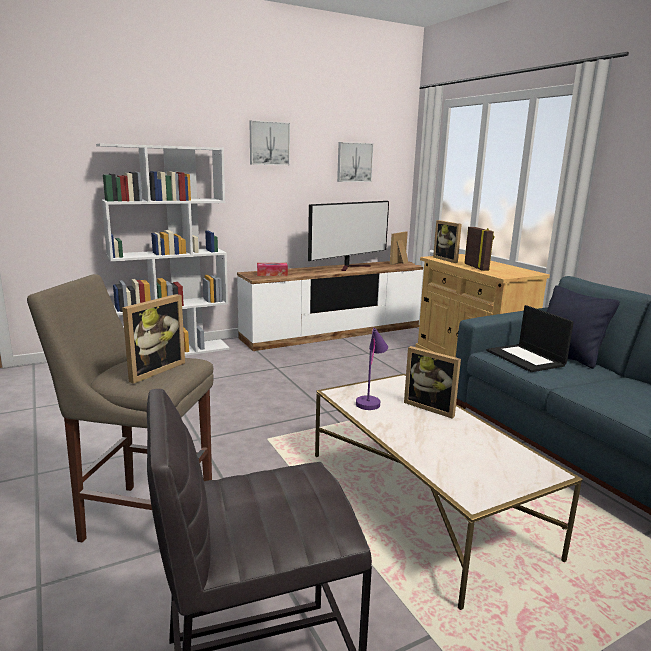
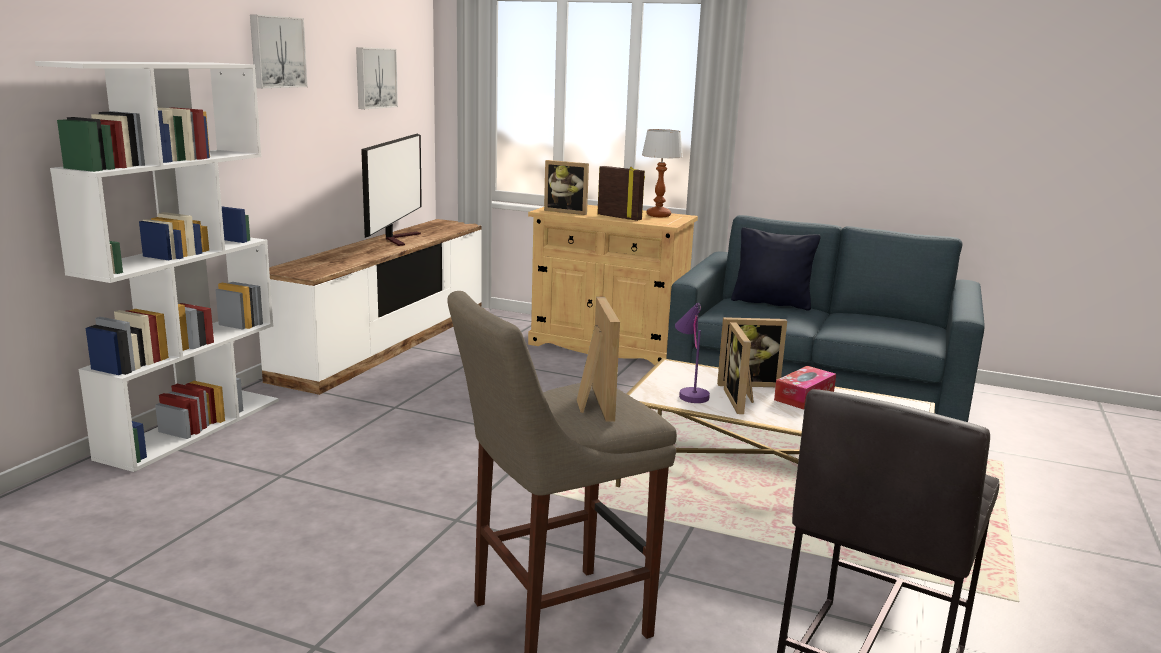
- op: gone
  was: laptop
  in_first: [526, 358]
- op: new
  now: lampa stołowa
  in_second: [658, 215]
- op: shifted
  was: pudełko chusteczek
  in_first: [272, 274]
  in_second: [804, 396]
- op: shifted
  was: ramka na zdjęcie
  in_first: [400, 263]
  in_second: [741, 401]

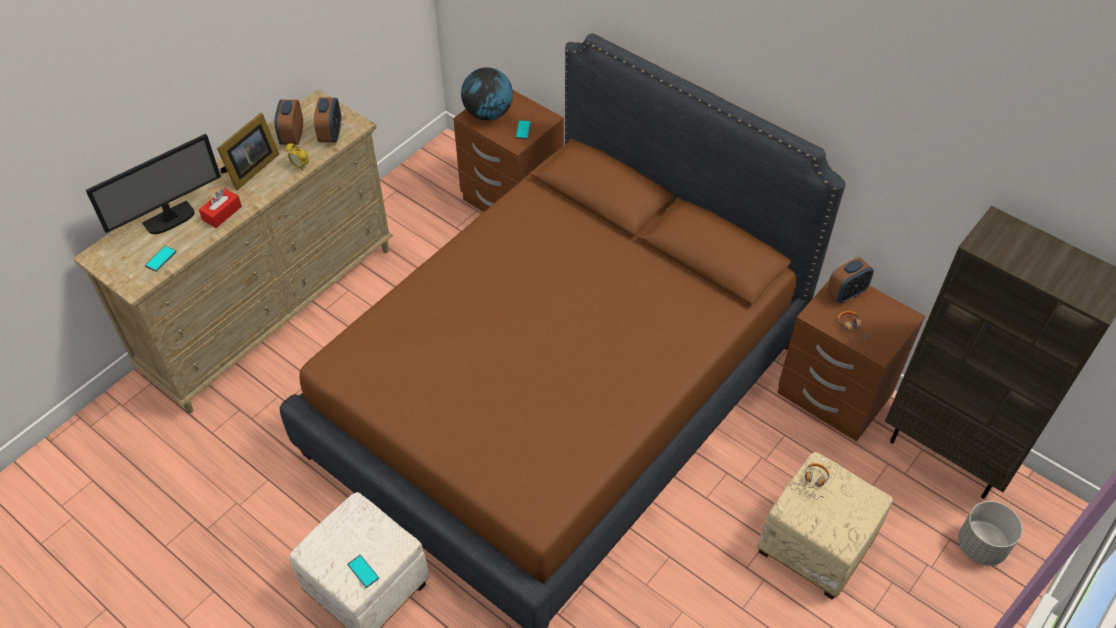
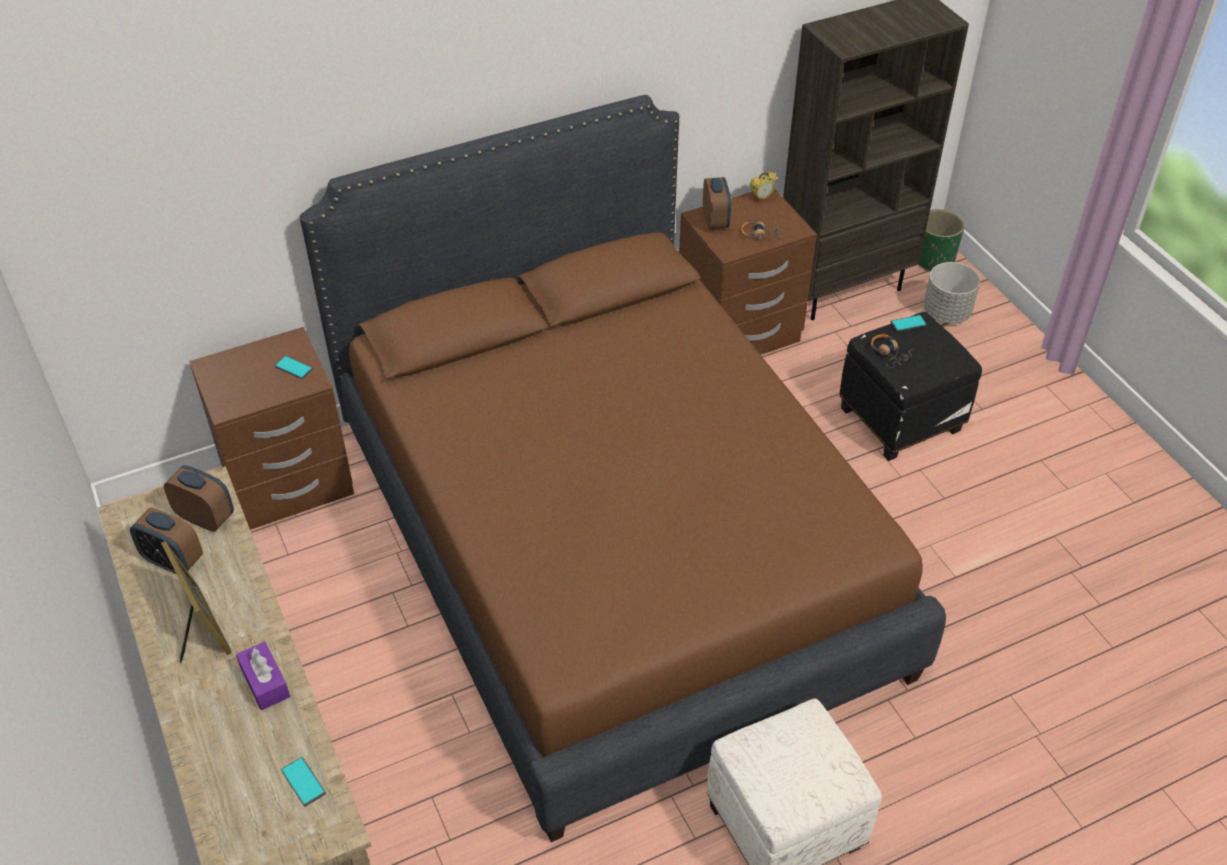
- op: gone
  was: monitor
  in_first: [170, 219]
- op: gone
  was: globus
  in_first: [488, 114]
- op: new
  now: donica (zielony)
  in_second: [933, 259]
- op: shifted
  was: budzik
  in_first: [300, 166]
  in_second: [761, 198]
- op: shifted
  was: telefon
  in_first: [363, 571]
  in_second: [908, 324]
- op: repainted
  was: pudełko chusteczek (czerwony)
  now: pudełko chusteczek (fioletowy)
  in_first: [222, 213]
  in_second: [265, 682]
- op: repainted
  was: pufa (beżowy)
  now: pufa (czarny)
  in_first: [816, 547]
  in_second: [901, 418]

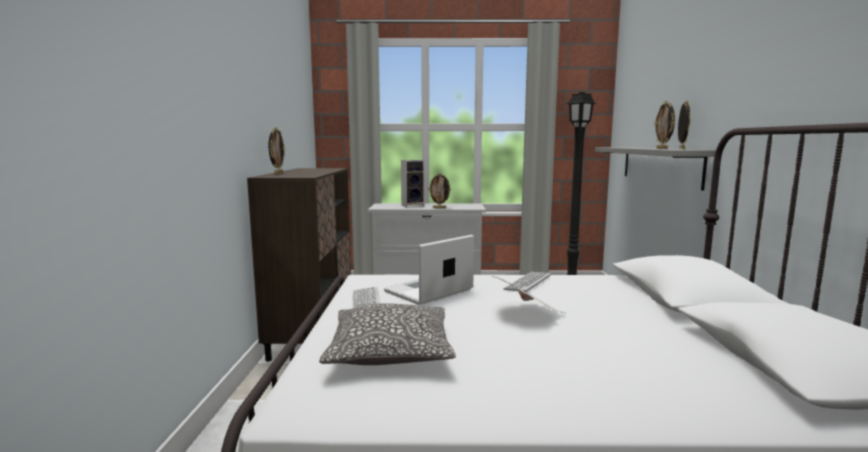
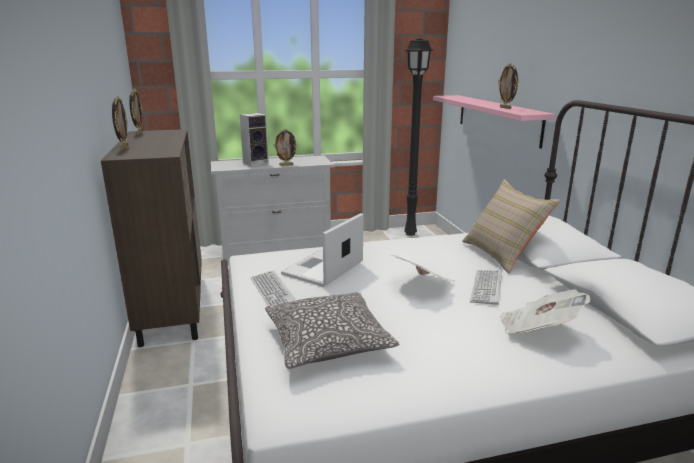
- op: new
  now: poduszka (beżowy)
  in_second: [502, 254]
- op: new
  now: gazeta
  in_second: [537, 330]
- op: shifted
  was: klawiatura
  in_first: [527, 283]
  in_second: [486, 287]
- op: shifted
  was: ramka na zdjęcie
  in_first: [681, 149]
  in_second: [139, 133]
- op: repainted
  was: półka (szary)
  now: półka (różowy)
  in_first: [659, 165]
  in_second: [497, 118]

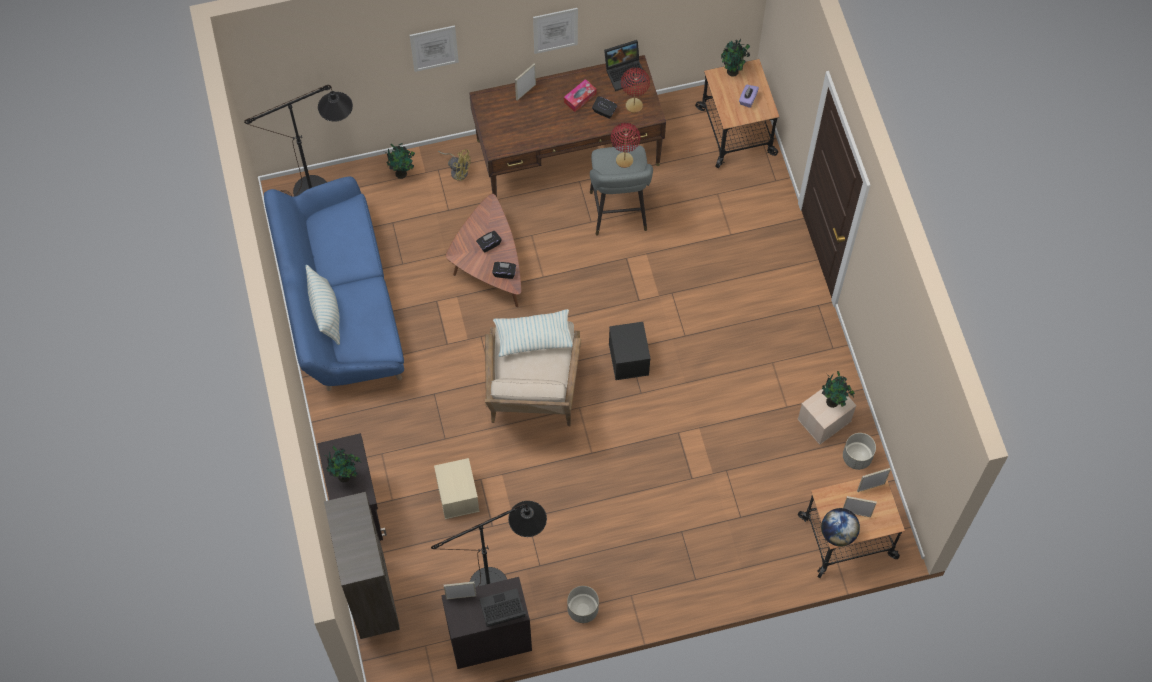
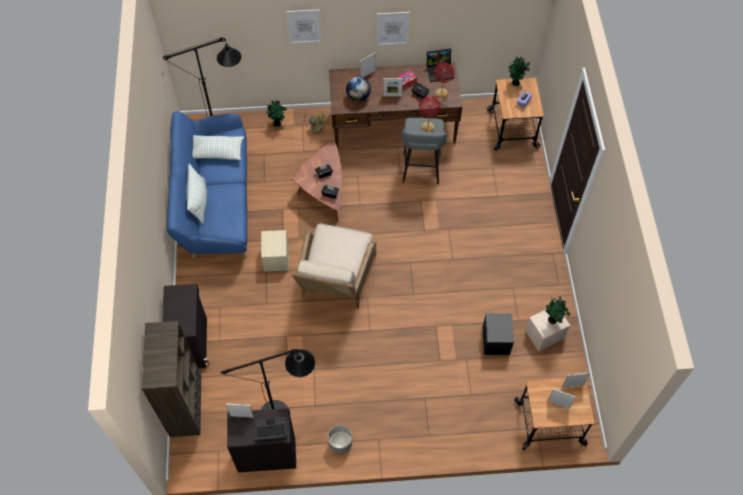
- op: gone
  was: roślina doniczkowa
  in_first: [345, 476]
- op: gone
  was: donica (szary)
  in_first: [856, 457]
- op: new
  now: ramka na zdjęcie
  in_second: [392, 96]
- op: shifted
  was: pojemnik do przechowywania (beżowy)
  in_first: [457, 495]
  in_second: [276, 257]
- op: shifted
  was: poduszka
  in_first: [533, 337]
  in_second: [217, 152]
- op: shifted
  was: pojemnik do przechowywania (czarny)
  in_first: [629, 359]
  in_second: [496, 341]
- op: shifted
  was: globus
  in_first: [838, 533]
  in_second: [358, 97]

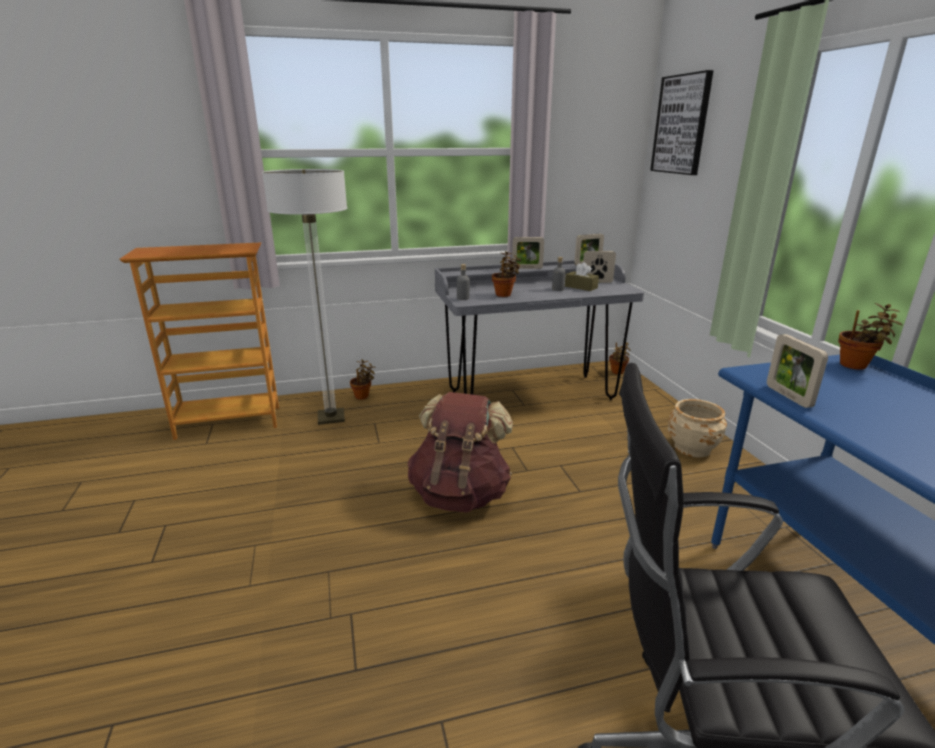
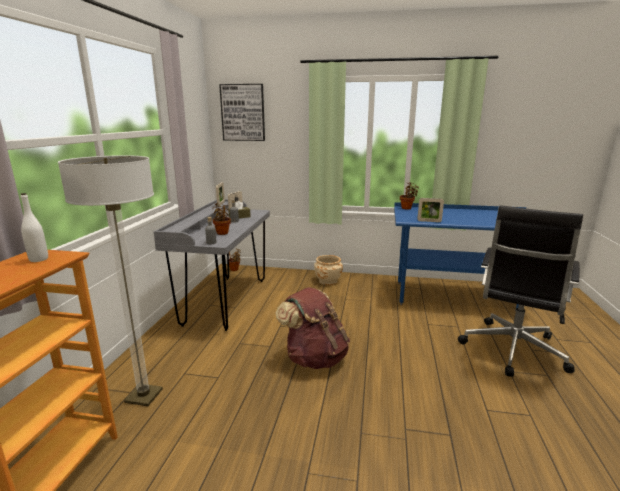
- op: gone
  was: roślina doniczkowa
  in_first: [363, 396]
- op: gone
  was: ramka na zdjęcie
  in_first: [527, 268]
- op: new
  now: butelka (biały)
  in_second: [39, 259]

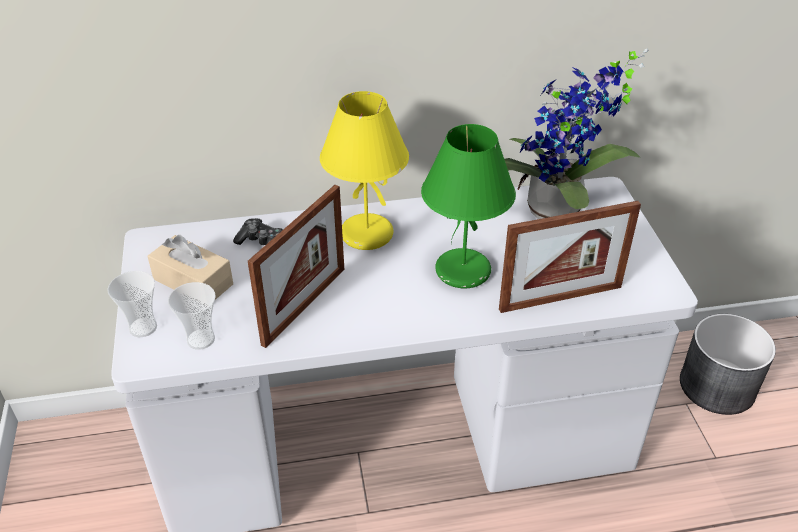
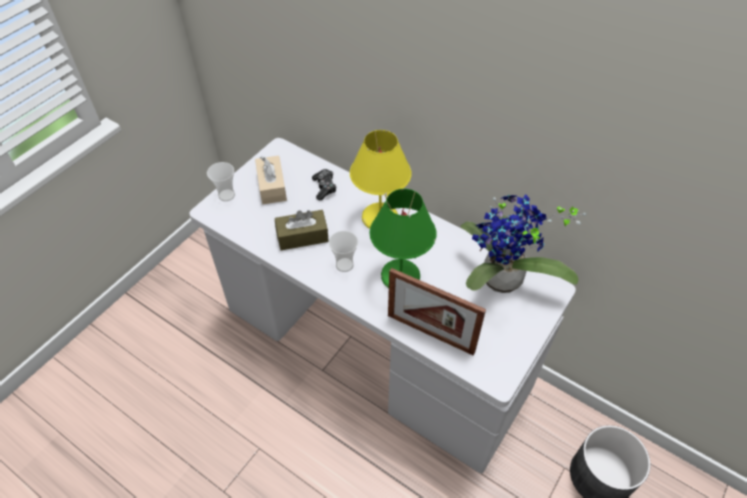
- op: shifted
  was: filiżanka
  in_first: [201, 339]
  in_second: [344, 265]
- op: swapped
  was: ramka na zdjęcie
  now: pudełko chusteczek (brązowy)
  in_first: [304, 305]
  in_second: [302, 236]

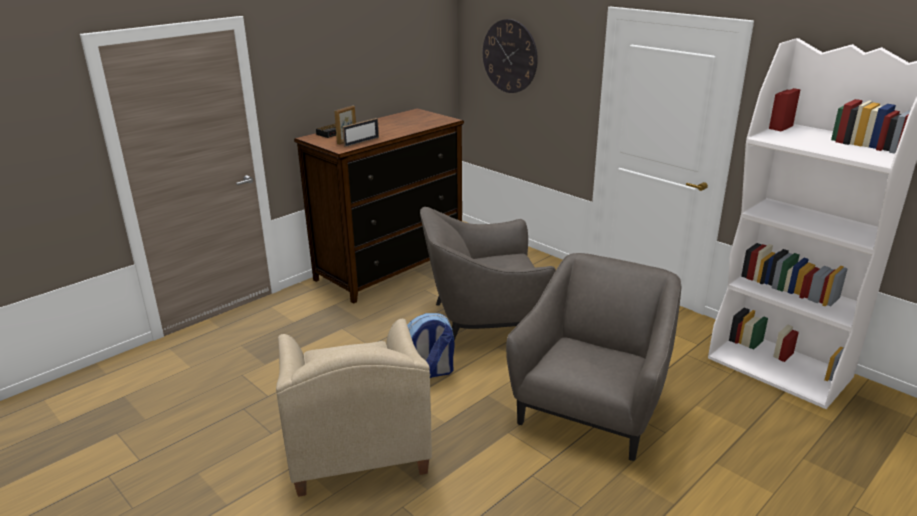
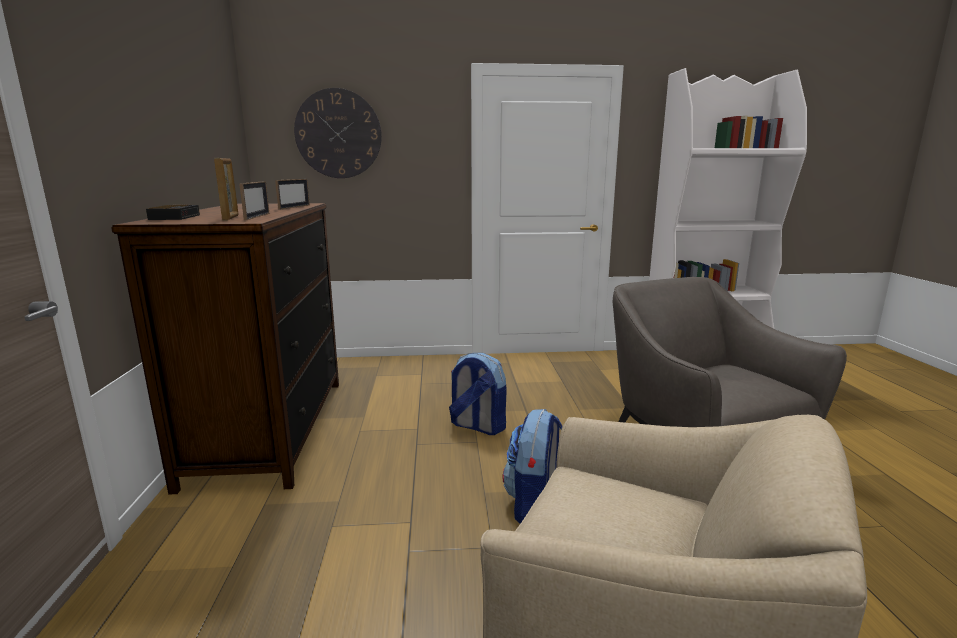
- op: new
  now: ramka na zdjęcie
  in_second: [294, 207]
- op: swapped
  was: fotel (szary)
  now: plecak
  in_first: [484, 320]
  in_second: [477, 426]

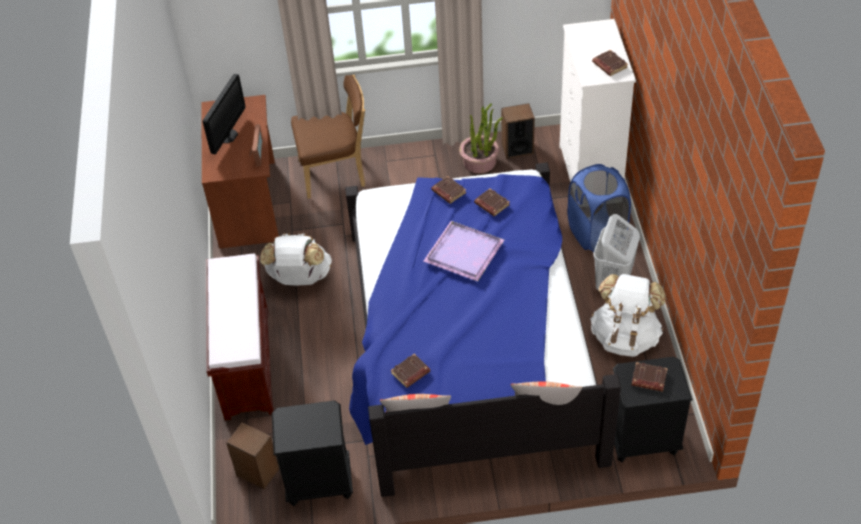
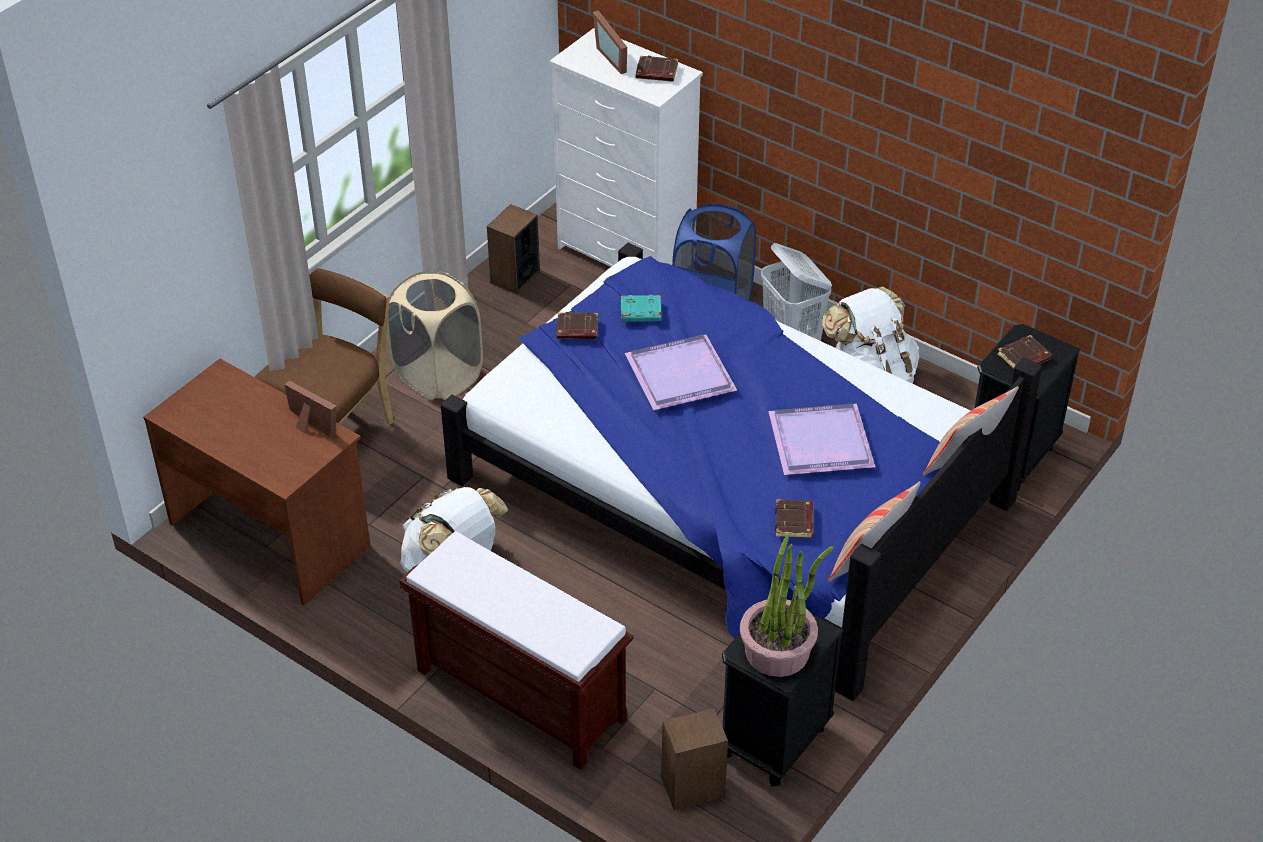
- op: gone
  was: monitor
  in_first: [228, 136]
- op: new
  now: kosz na pranie (beżowy)
  in_second: [438, 376]
- op: new
  now: ramka na zdjęcie
  in_second: [615, 57]
- op: new
  now: taca (fioletowy)
  in_second: [819, 443]
- op: shifted
  was: roślina doniczkowa
  in_first: [480, 162]
  in_second: [778, 651]
- op: repainted
  was: książka (brązowy)
  now: książka (turkusowy)
  in_first: [491, 204]
  in_second: [640, 312]

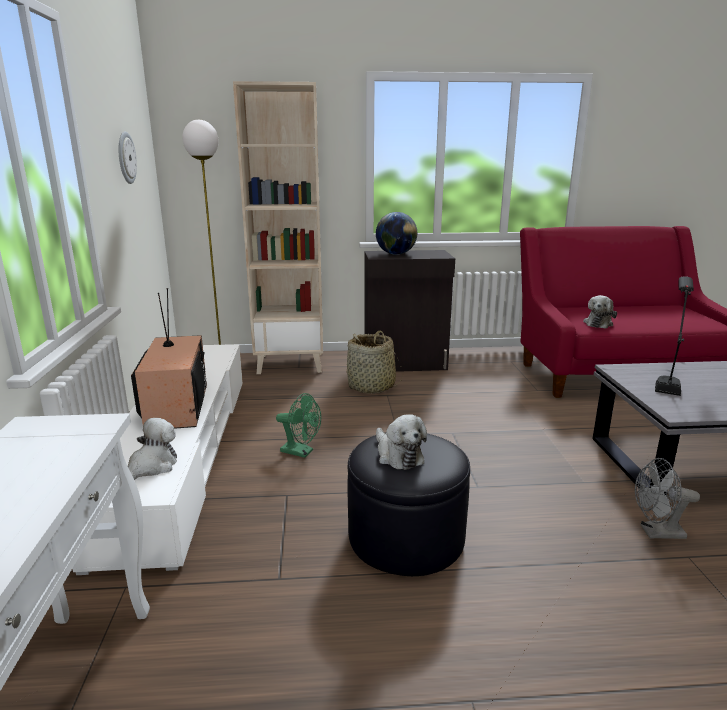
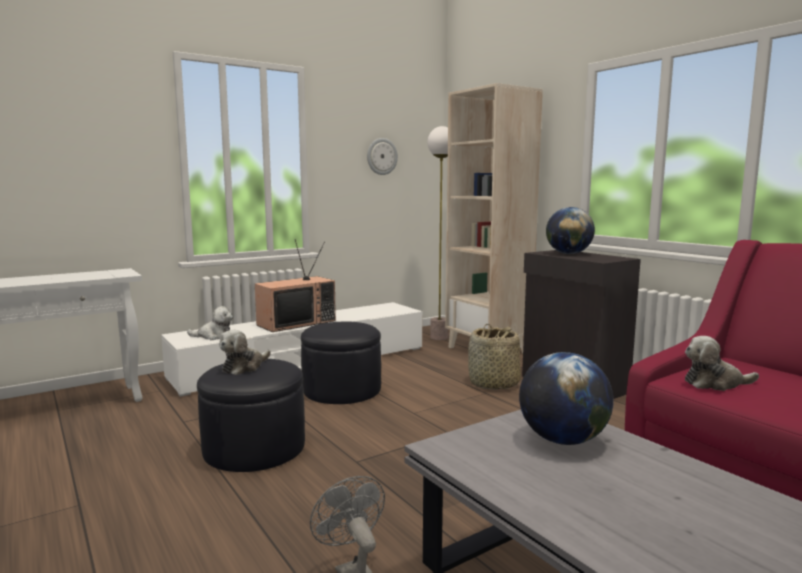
- op: swapped
  was: wentylator (zielony)
  now: pufa (czarny)
  in_first: [301, 452]
  in_second: [342, 390]
- op: swapped
  was: lampa stołowa (czarny)
  now: globus
  in_first: [668, 379]
  in_second: [562, 440]

